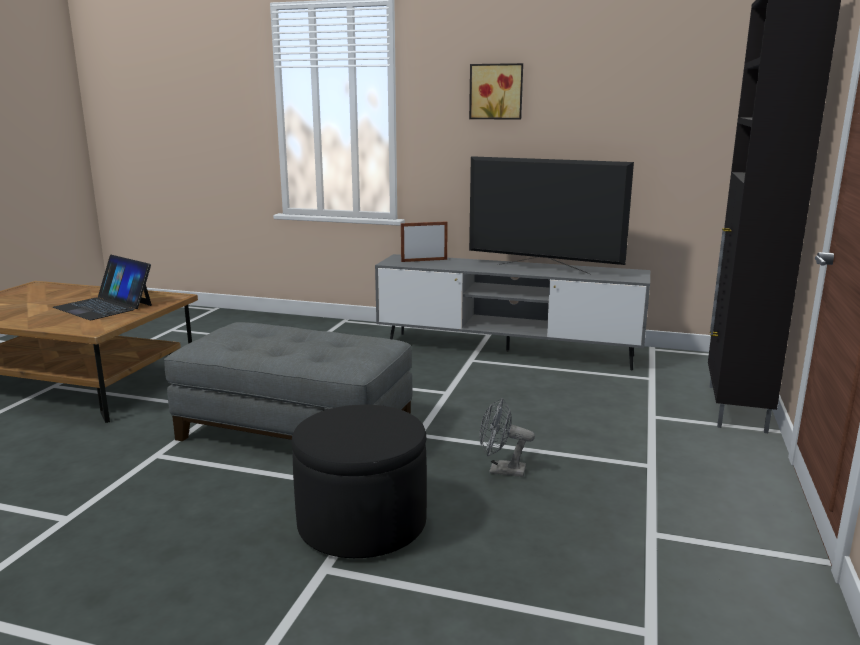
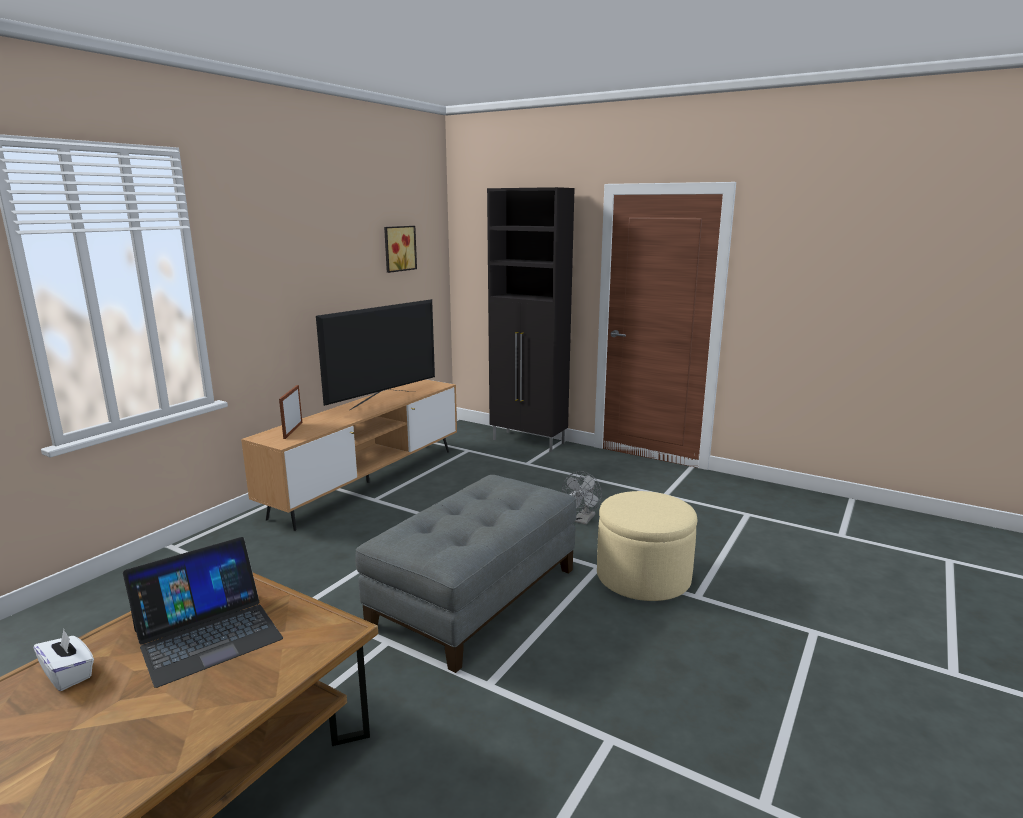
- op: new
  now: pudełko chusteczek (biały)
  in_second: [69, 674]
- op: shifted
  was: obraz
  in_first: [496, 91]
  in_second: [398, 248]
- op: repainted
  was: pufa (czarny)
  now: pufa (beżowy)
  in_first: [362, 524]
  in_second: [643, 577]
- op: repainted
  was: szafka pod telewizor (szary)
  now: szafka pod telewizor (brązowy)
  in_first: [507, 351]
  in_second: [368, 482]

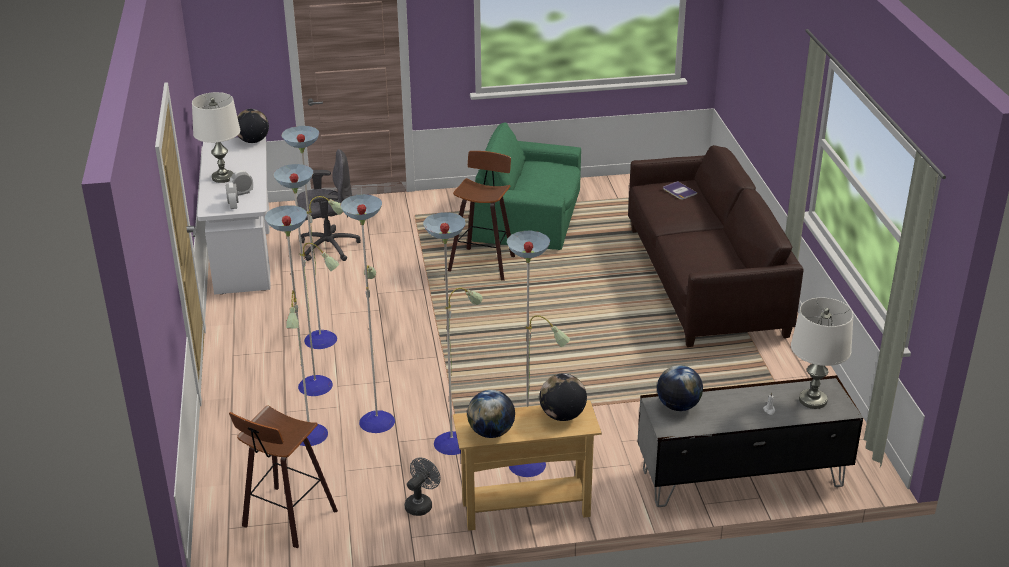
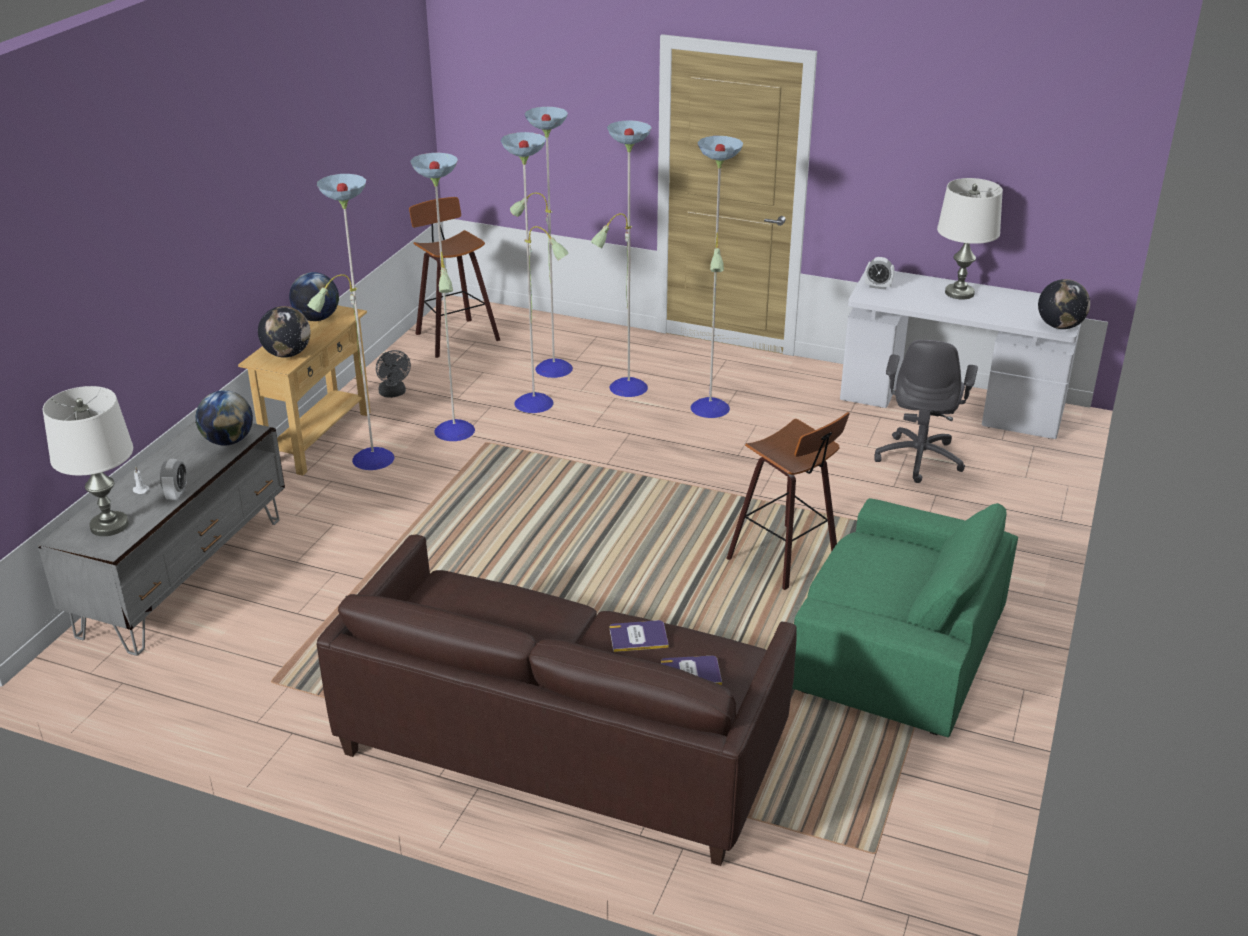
- op: new
  now: książka
  in_second: [638, 637]
- op: shifted
  was: budzik
  in_first: [242, 193]
  in_second: [177, 494]
- op: rotated
  was: fotel (zielony)
  in_first: [529, 216]
  in_second: [897, 646]
  clockwise: 75

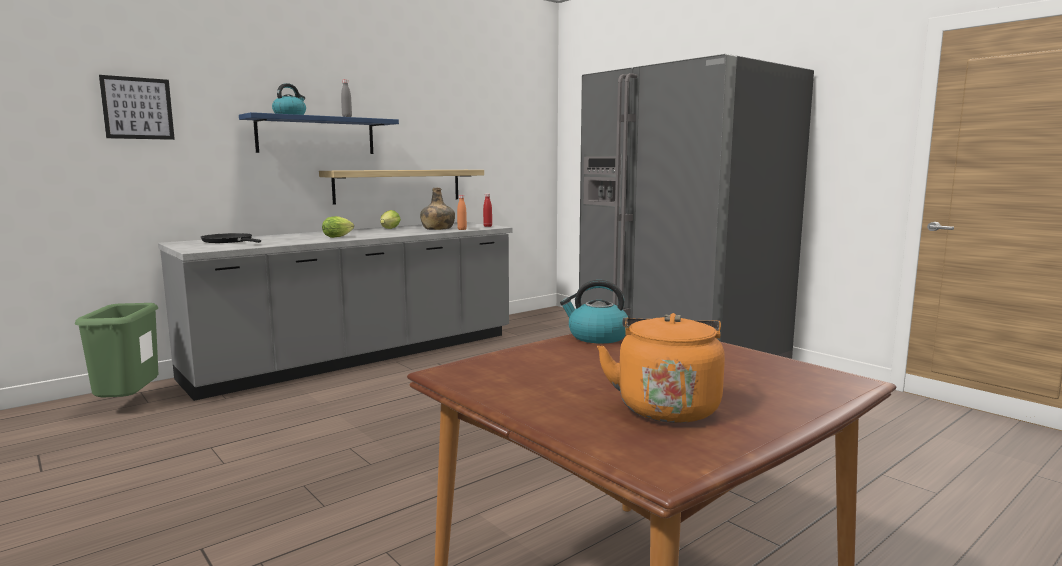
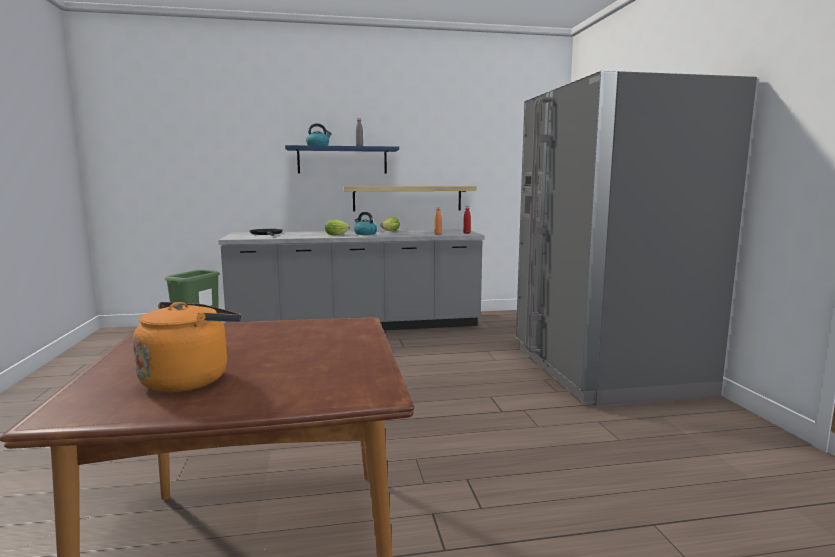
- op: gone
  was: obraz
  in_first: [137, 108]
- op: gone
  was: butelka (zielony)
  in_first: [437, 229]
- op: shifted
  was: czajnik
  in_first: [597, 337]
  in_second: [365, 234]

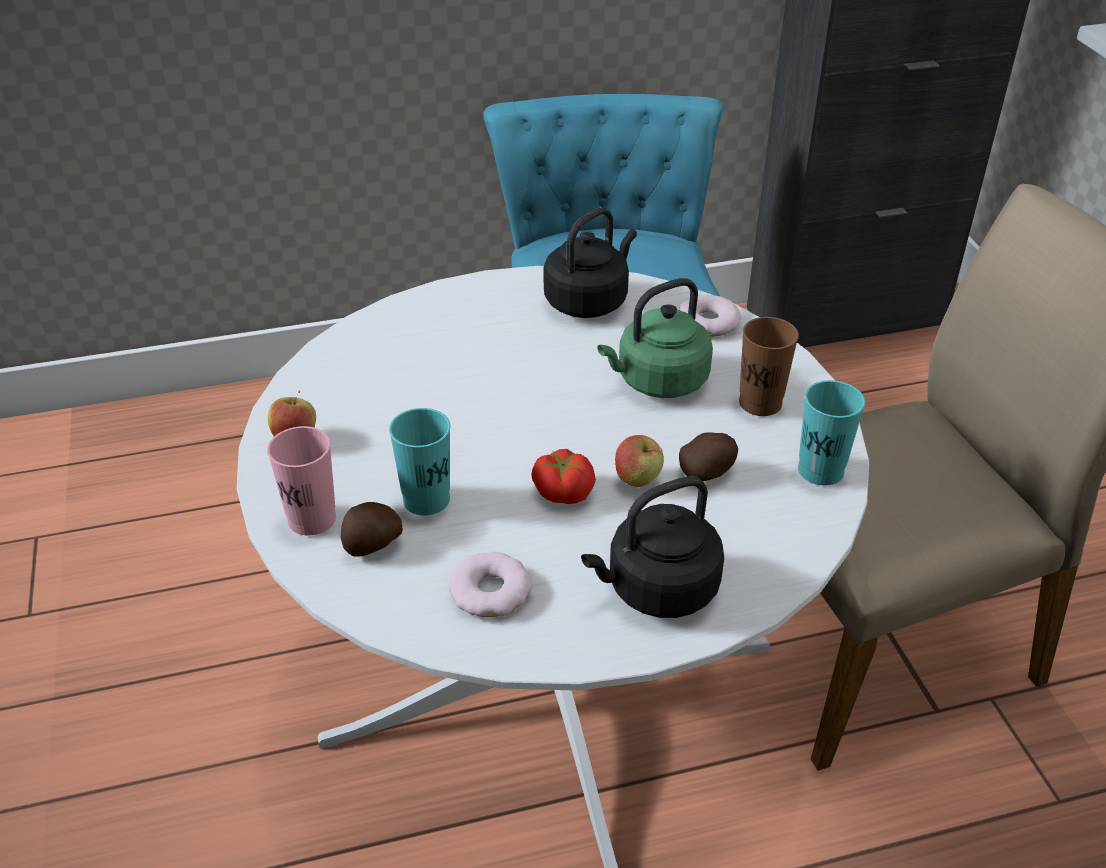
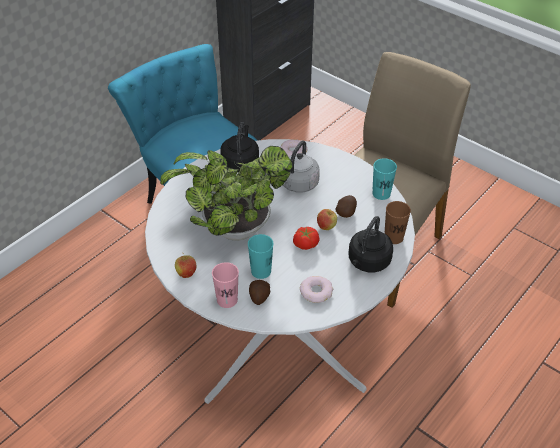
- op: new
  now: roślina doniczkowa
  in_second: [231, 229]
- op: shifted
  was: filiżanka (brązowy)
  in_first: [760, 403]
  in_second: [393, 237]
- op: repainted
  was: czajnik (zielony)
  now: czajnik (szary)
  in_first: [658, 381]
  in_second: [298, 185]

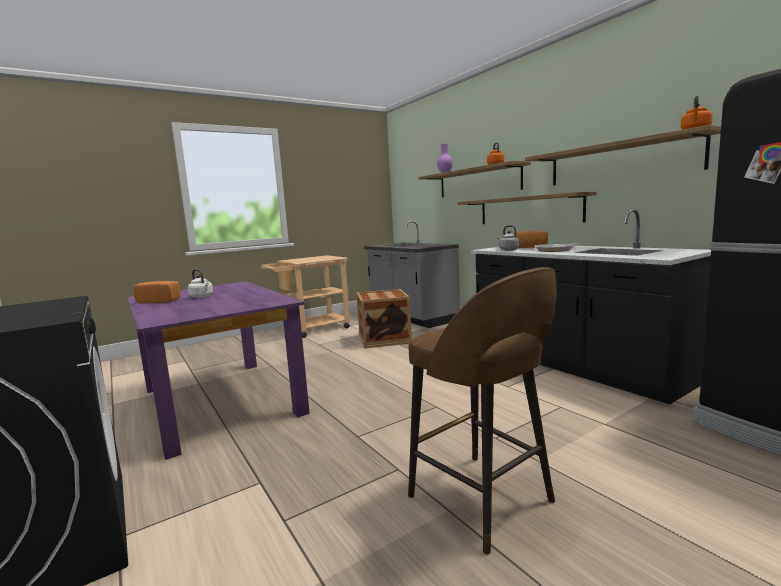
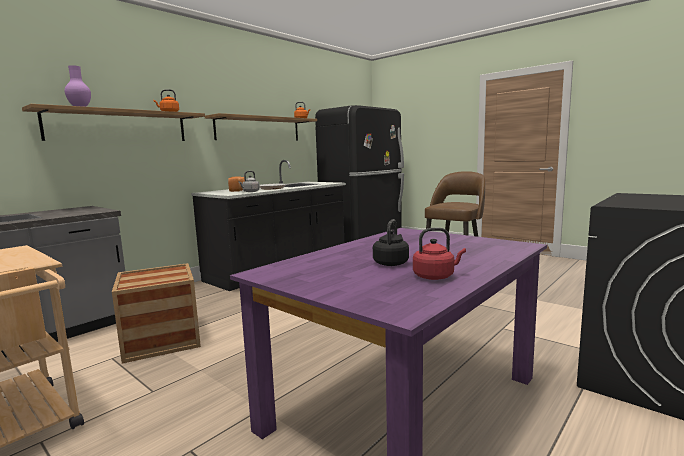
- op: gone
  was: półka
  in_first: [528, 210]
- op: swapped
  was: chleb
  now: czajnik (czerwony)
  in_first: [160, 301]
  in_second: [435, 276]
- op: repainted
  was: czajnik (biały)
  now: czajnik (czarny)
  in_first: [202, 296]
  in_second: [391, 263]

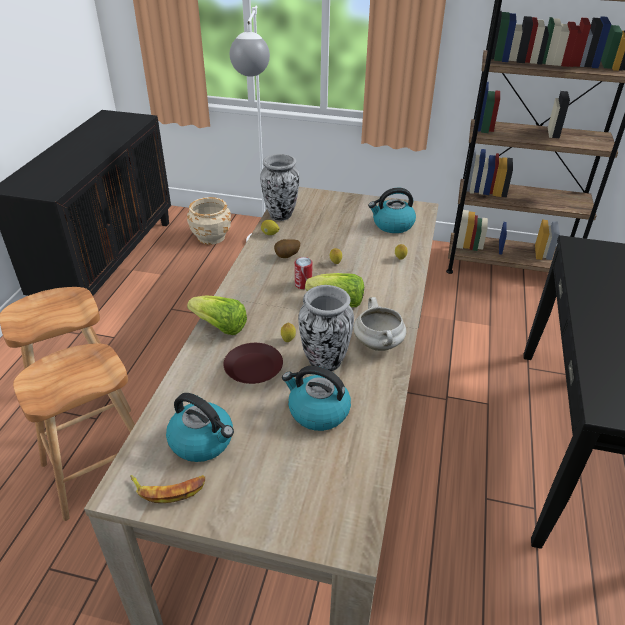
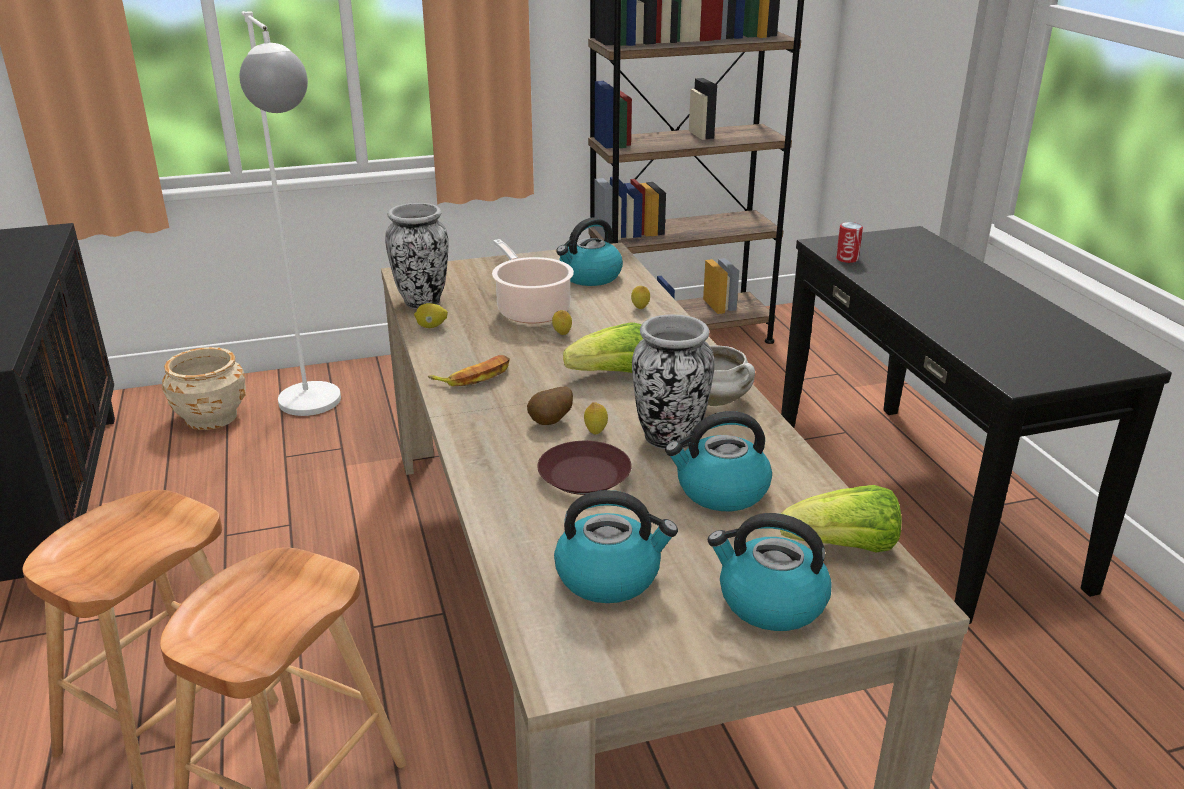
- op: new
  now: garnek
  in_second: [531, 310]
- op: new
  now: czajnik
  in_second: [770, 602]
- op: shifted
  was: banan
  in_first: [169, 488]
  in_second: [474, 376]
- op: shifted
  was: sałata
  in_first: [220, 326]
  in_second: [843, 548]
- op: shifted
  was: ziemniak
  in_first: [287, 257]
  in_second: [551, 422]
- op: shifted
  was: puszka
  in_first: [303, 284]
  in_second: [847, 259]

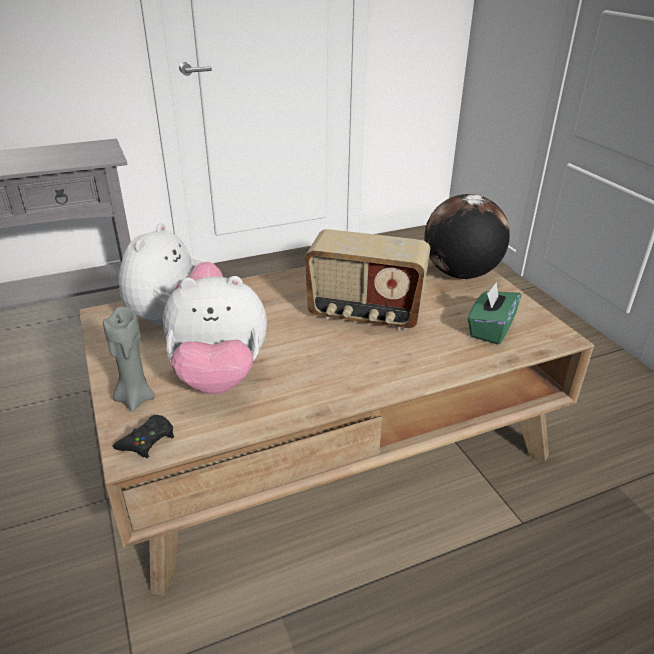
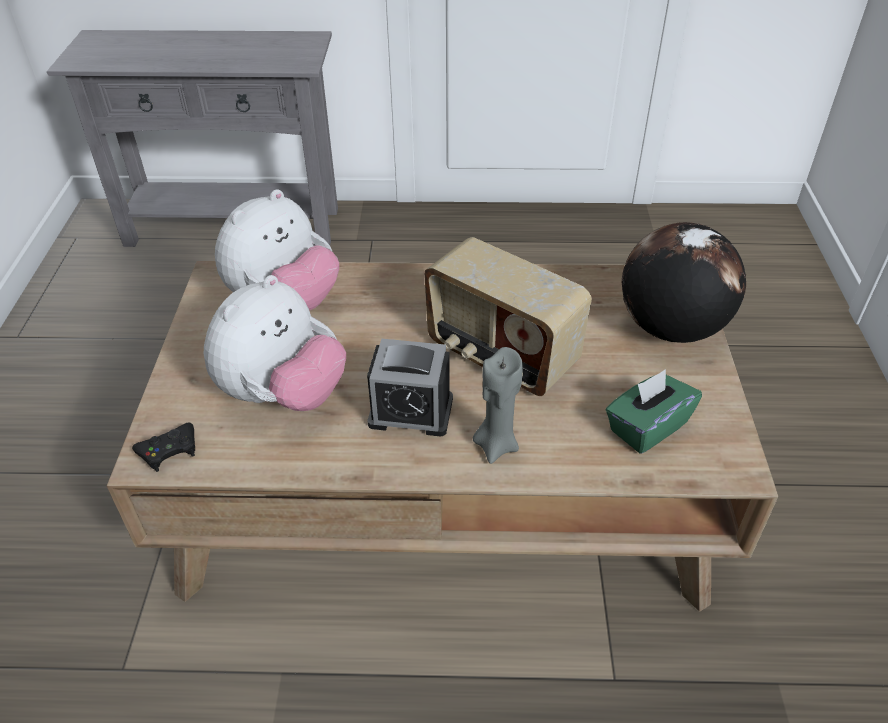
- op: new
  now: budzik
  in_second: [411, 411]
- op: shifted
  was: świeca (szary)
  in_first: [135, 398]
  in_second: [496, 445]
- op: rotated
  was: pluszak
  in_first: [219, 377]
  in_second: [283, 394]
  clockwise: -75

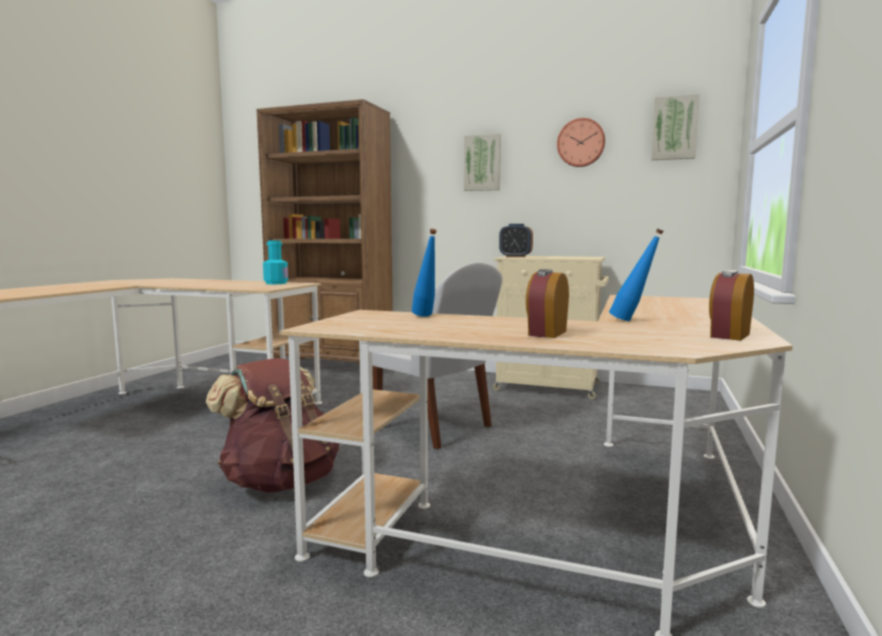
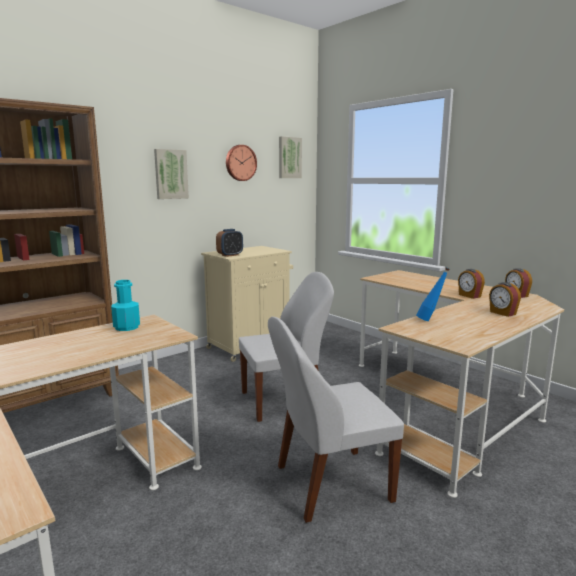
- op: swapped
  was: plecak (brązowy)
  now: krzesło (biały)
  in_first: [280, 481]
  in_second: [329, 484]
- op: swapped
  was: butelka (niebieski)
  now: budzik
  in_first: [633, 321]
  in_second: [469, 296]

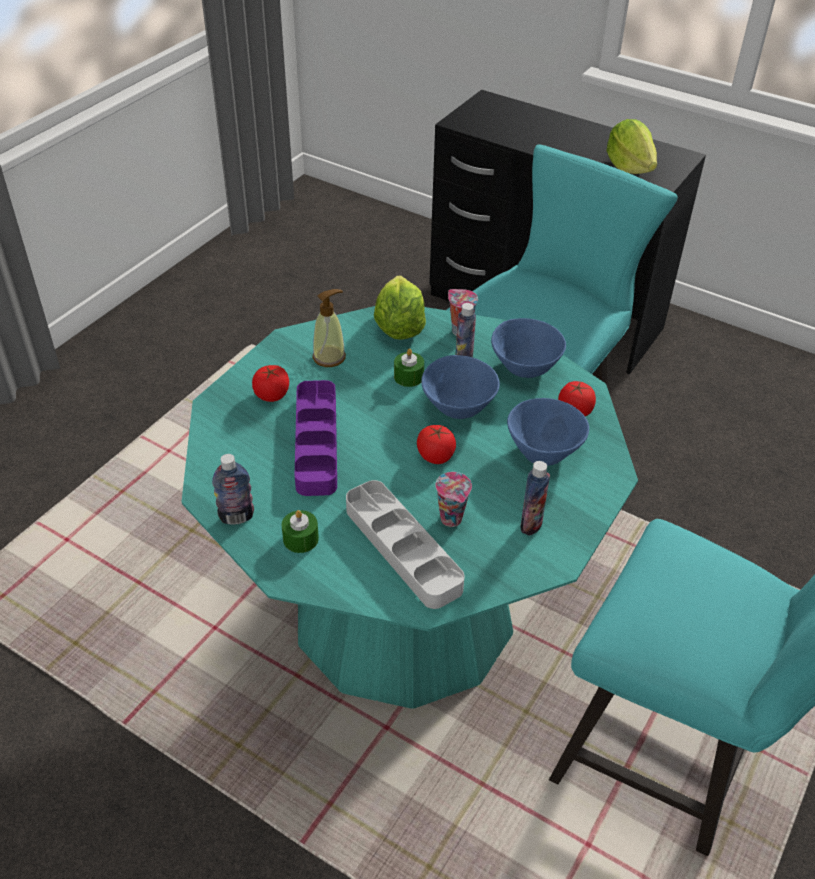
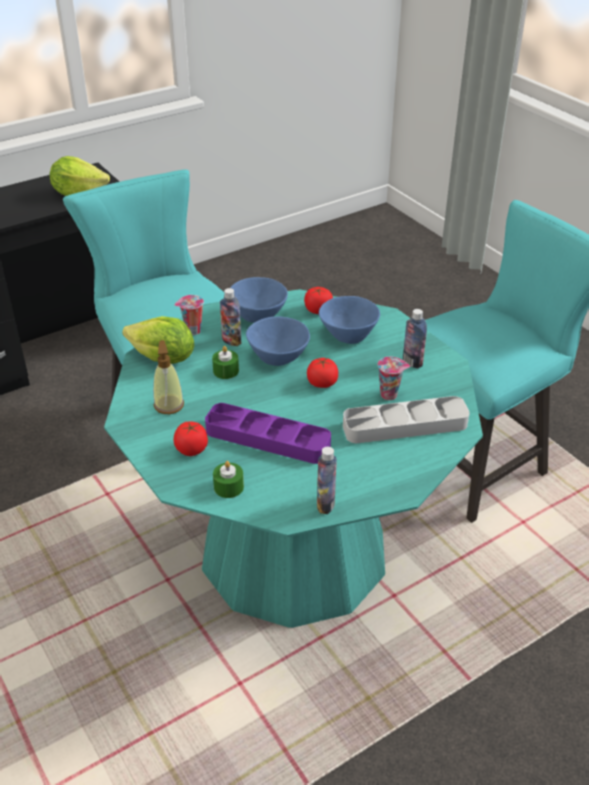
- op: shifted
  was: świeca (zielony)
  in_first: [300, 539]
  in_second: [228, 487]

